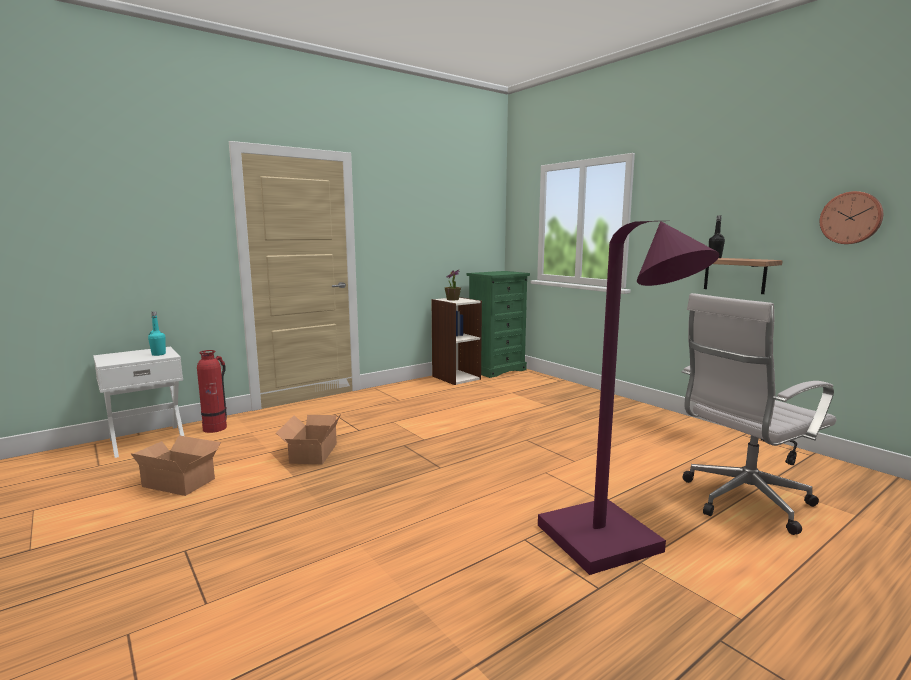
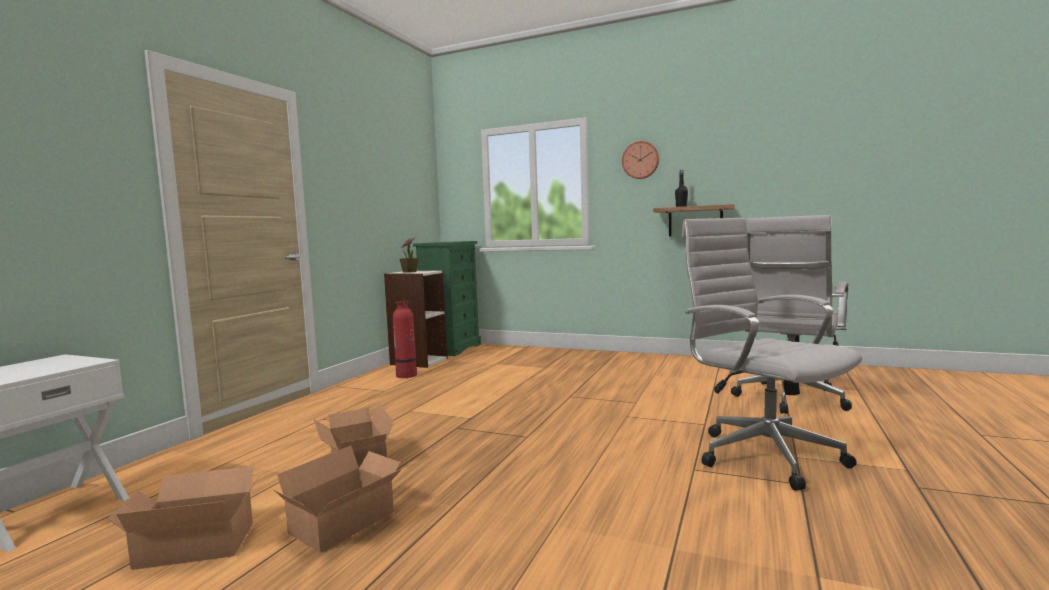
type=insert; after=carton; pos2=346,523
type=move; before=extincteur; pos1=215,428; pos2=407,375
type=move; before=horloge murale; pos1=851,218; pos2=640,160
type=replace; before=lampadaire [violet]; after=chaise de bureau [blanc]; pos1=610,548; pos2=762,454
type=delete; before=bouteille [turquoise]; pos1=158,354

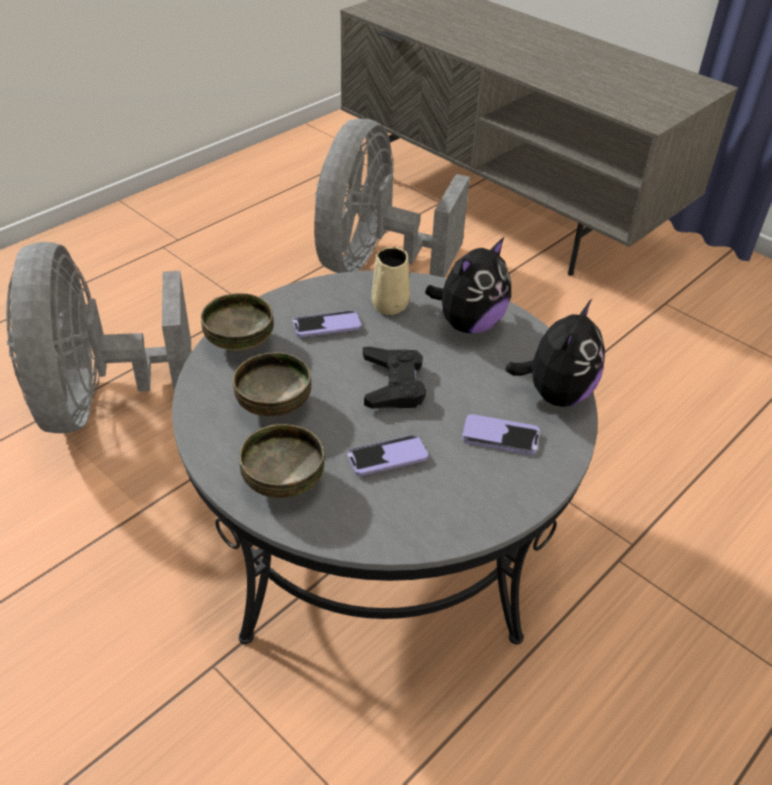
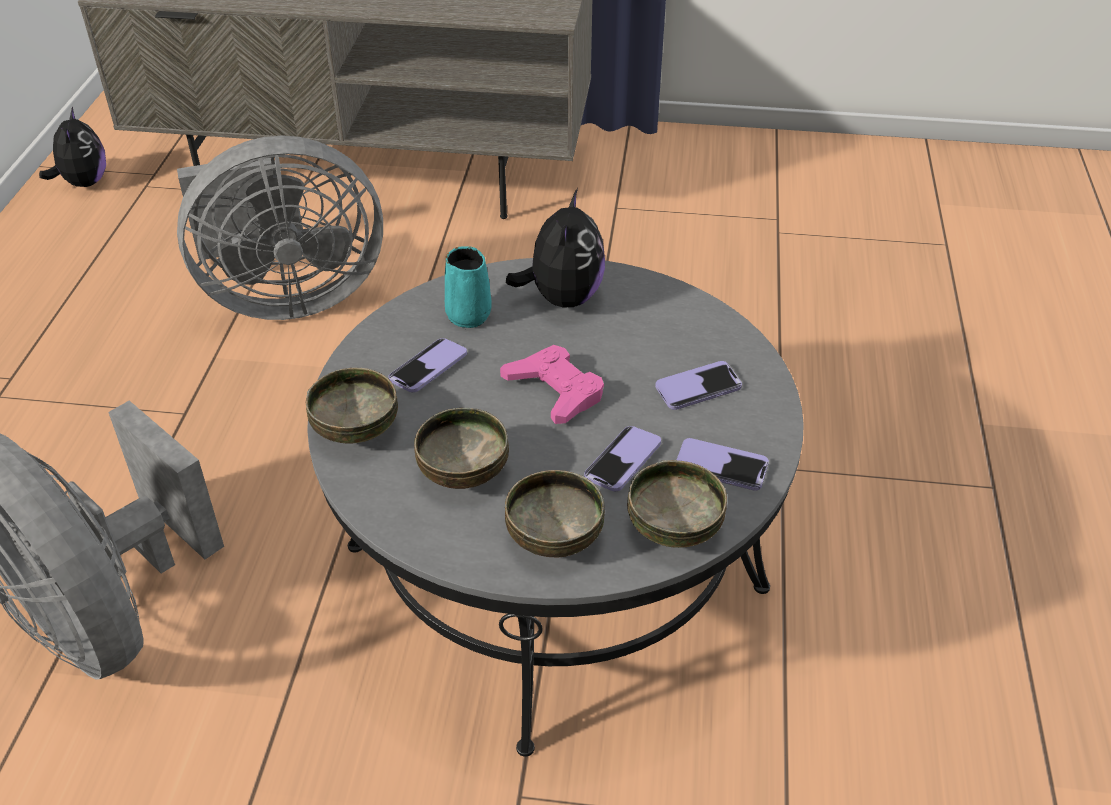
type=move; before=peluche; pos1=555,394; pos2=84,183
type=rotate; before=ventilateur [gris]; pos1=374,263; pos2=287,297; turn=-90
type=recolor; before=mug [beige]; after=mug [turquoise]; pos1=391,304; pos2=468,314
type=recolor; before=manette [noir]; after=manette [rose]; pos1=393,384; pos2=555,390
type=insert; after=bol; pos2=673,526
type=insert; after=téléphone; pos2=721,466

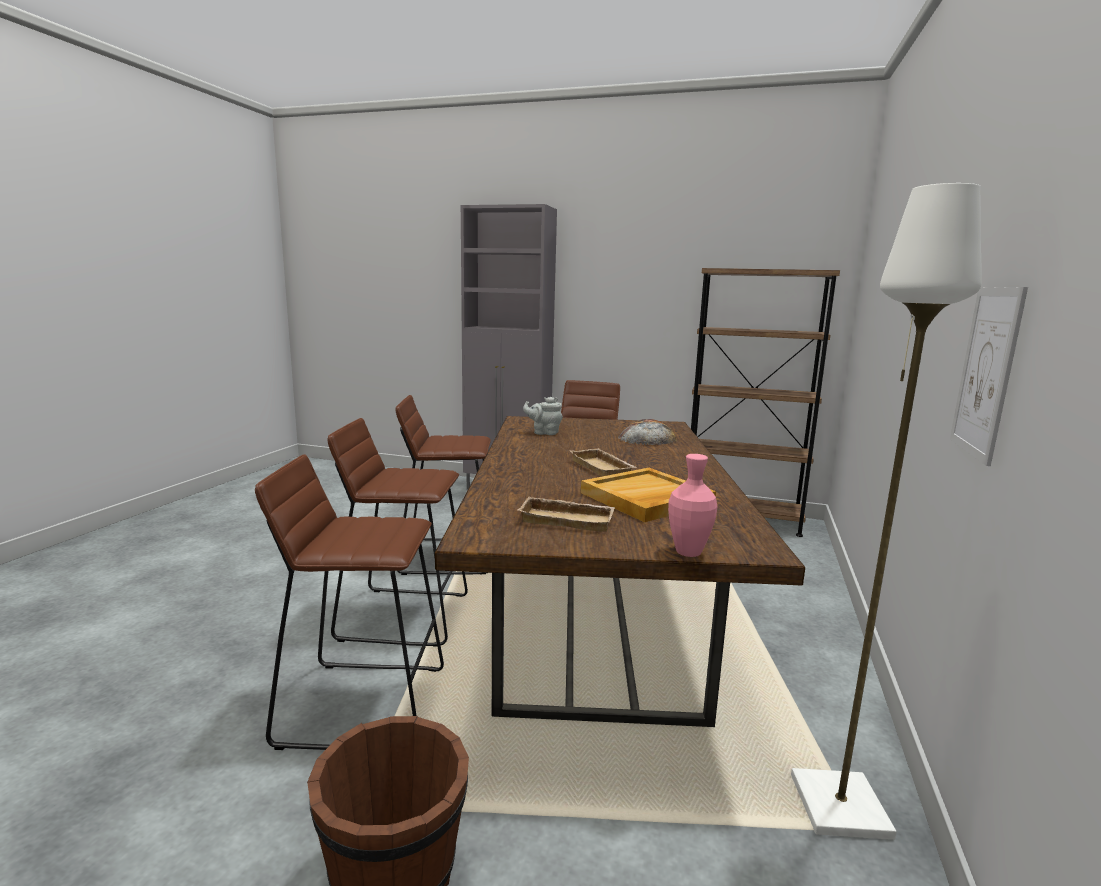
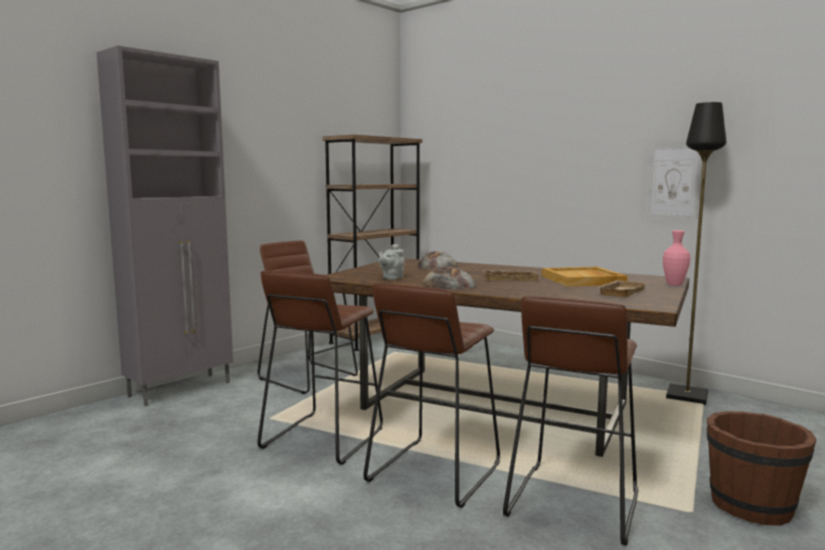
type=insert; after=pain; pos2=448,285
type=recolor; before=lampadaire [blanc]; after=lampadaire [noir]; pos1=839,807; pos2=688,396

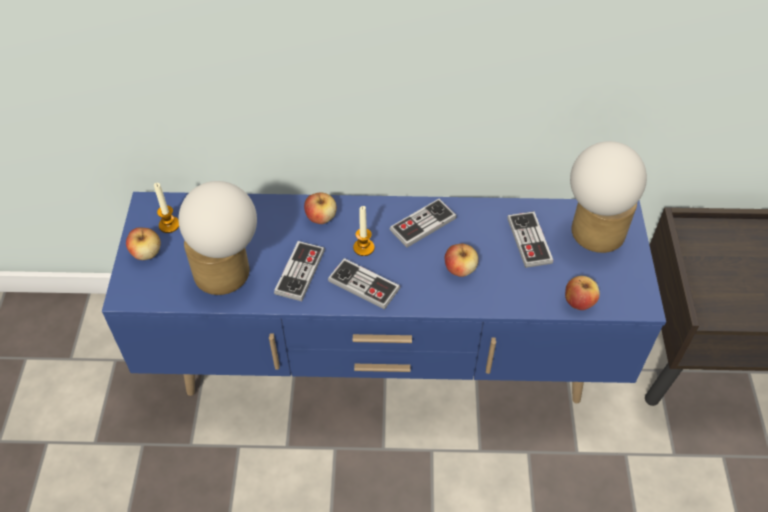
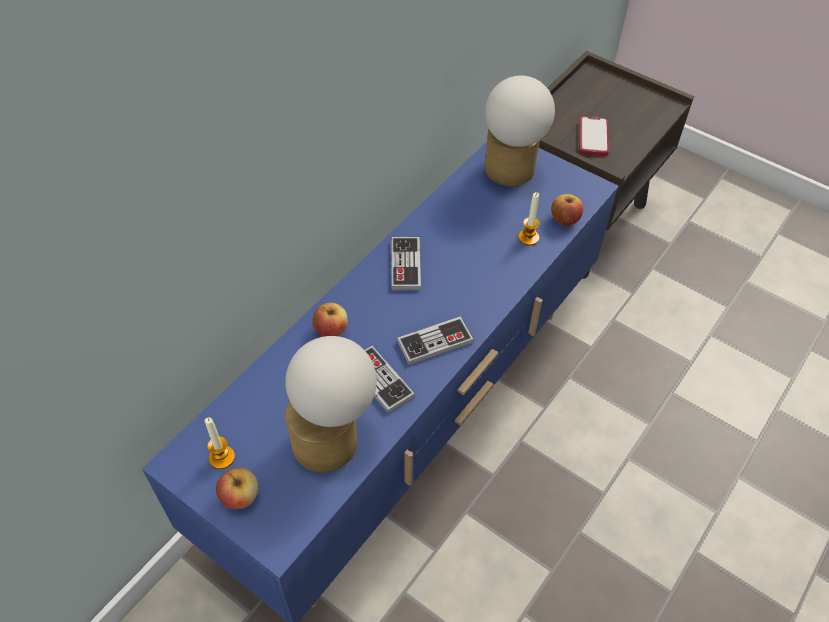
type=move; before=bougie; pos1=363,247; pos2=528,237
type=insert; after=téléphone; pos2=593,138
type=delete; before=pomme; pos1=460,269
type=delete; before=manette; pos1=529,241

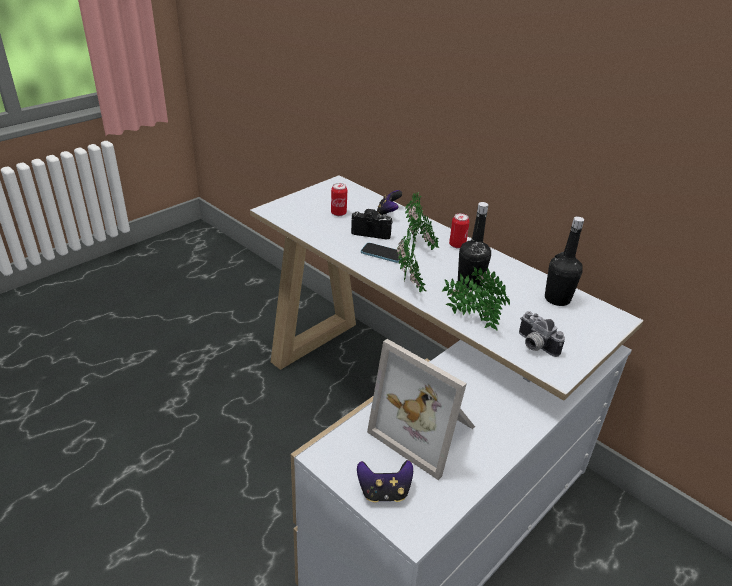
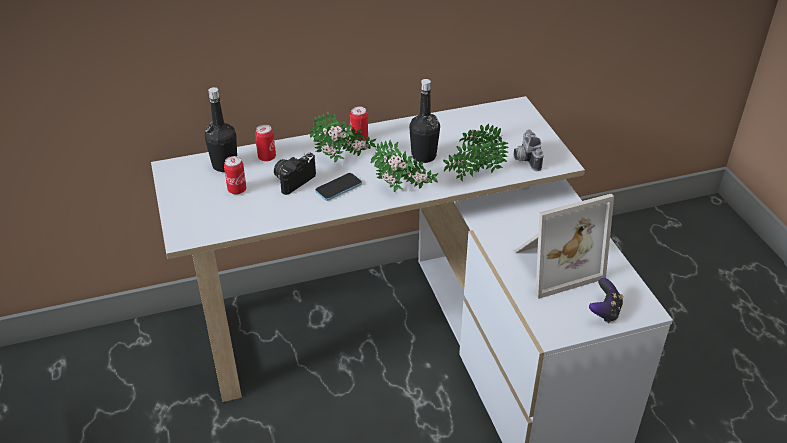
type=move; before=bouteille [noir]; pos1=557,299; pos2=225,165
type=replace; before=manette; after=boîte métallique; pos1=388,213; pos2=267,157
type=rotate; before=appareil photo; pos1=534,345; pos2=525,159; turn=90

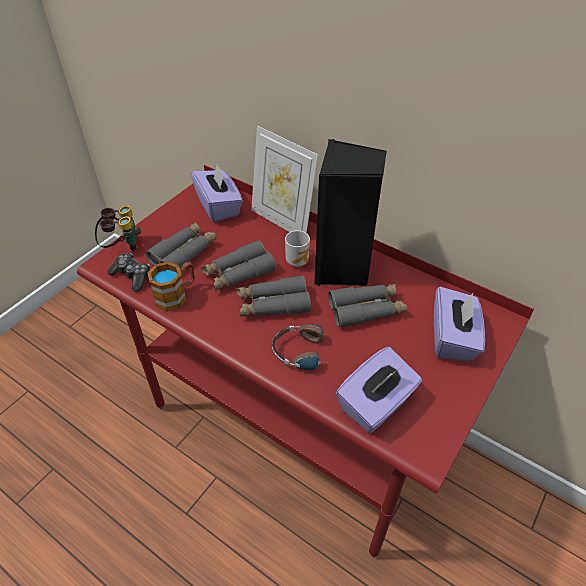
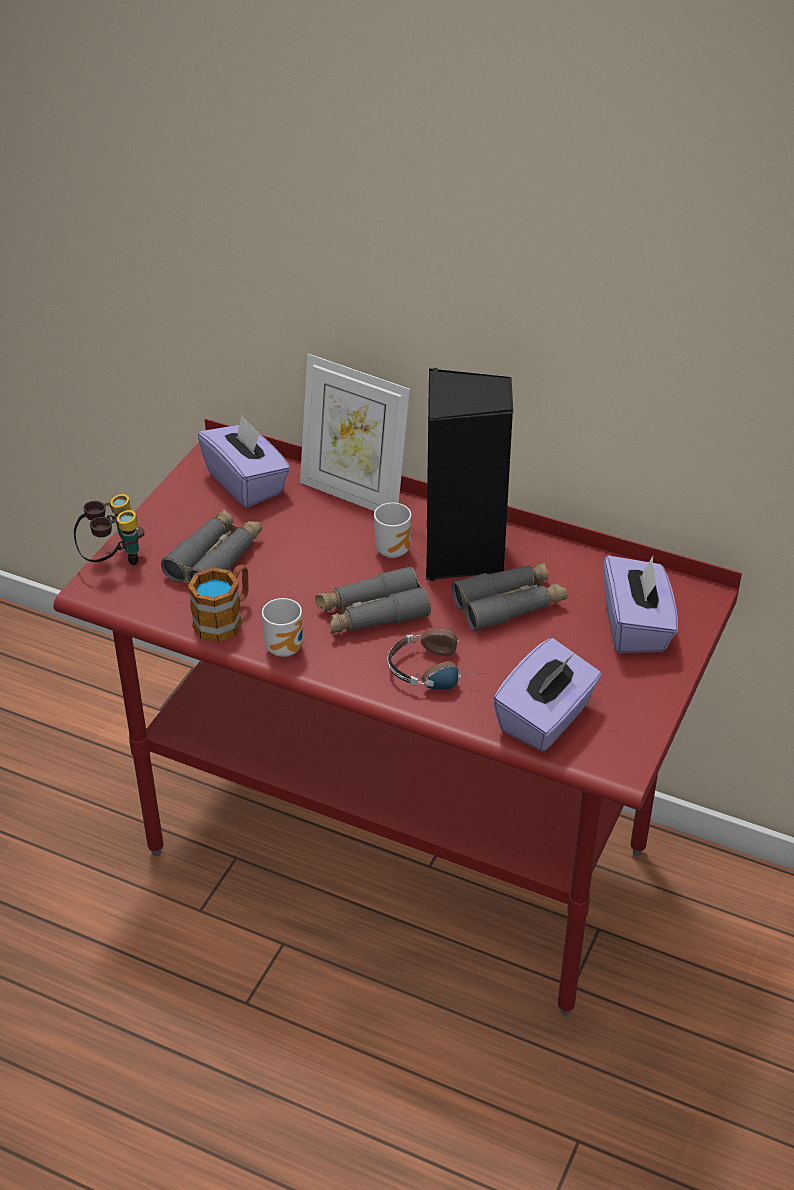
type=insert; after=mug; pos2=287,648
type=delete; before=manette; pos1=132,276
type=delete; before=jumelles [gris]; pos1=238,273

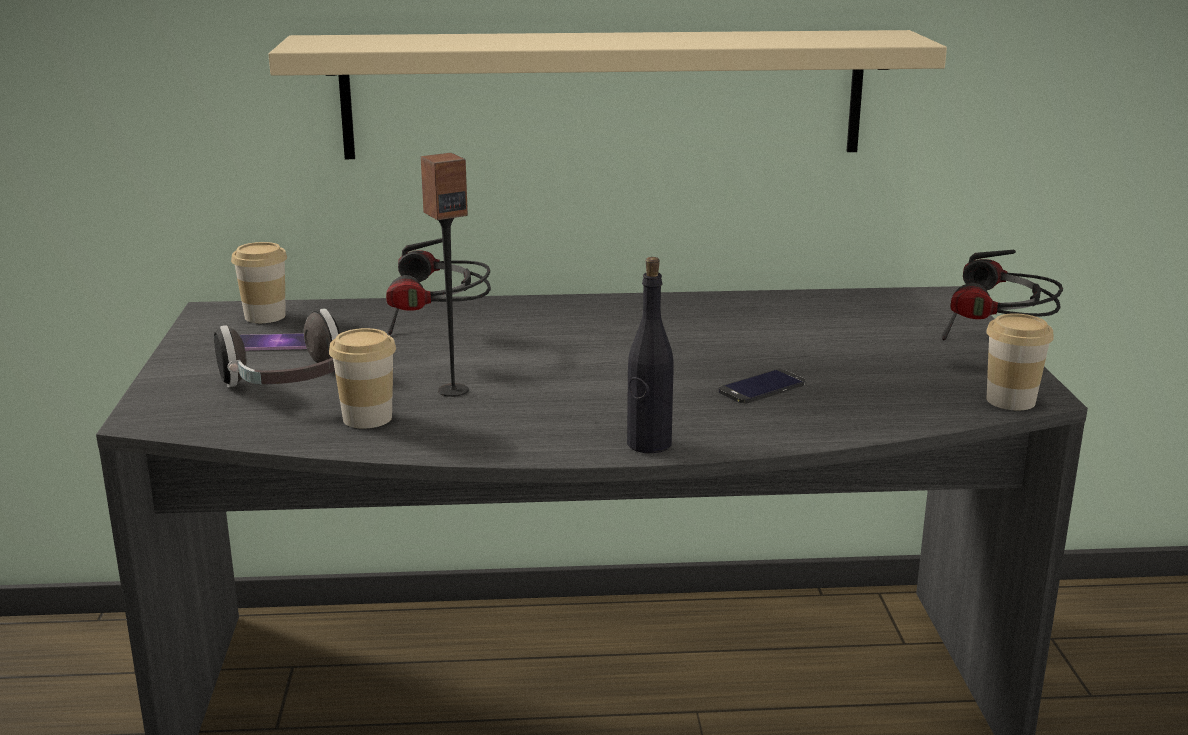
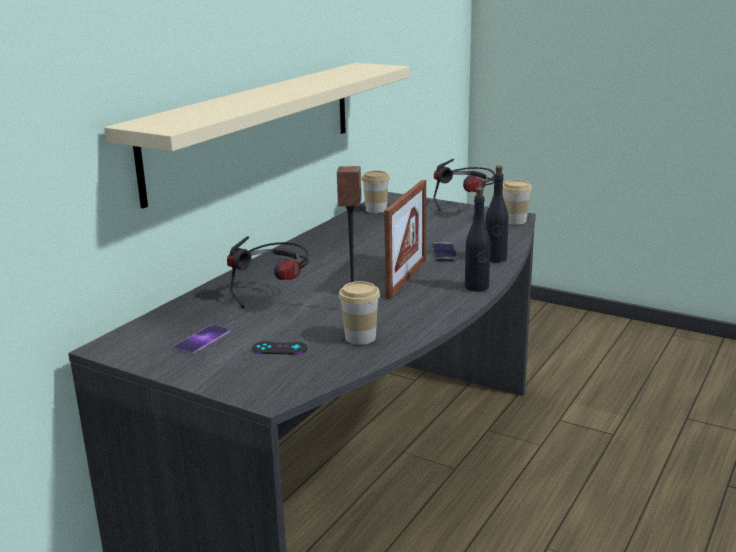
type=replace; before=casque audio; after=manette [noir]; pos1=288,385; pos2=279,348
type=move; before=tasse; pos1=265,316; pos2=376,209
type=insert; after=cadre photo; pos2=406,278
type=insert; after=bouteille [noir]; pos2=495,259

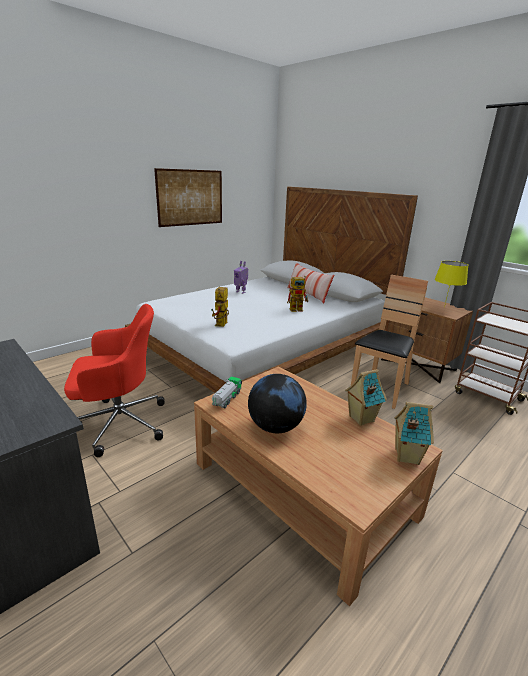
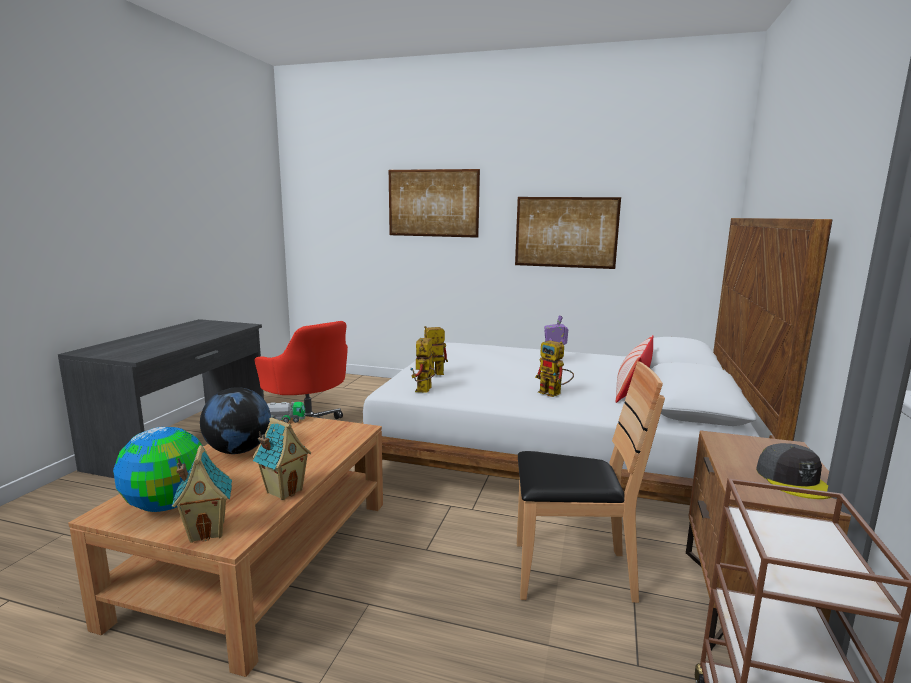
type=insert; after=globe; pos2=168,504
type=insert; after=tableau; pos2=433,203
type=insert; after=robot jouet; pos2=424,391
type=replace; before=lampe de table [jaune]; after=casquette [gris]; pos1=444,306; pos2=793,480

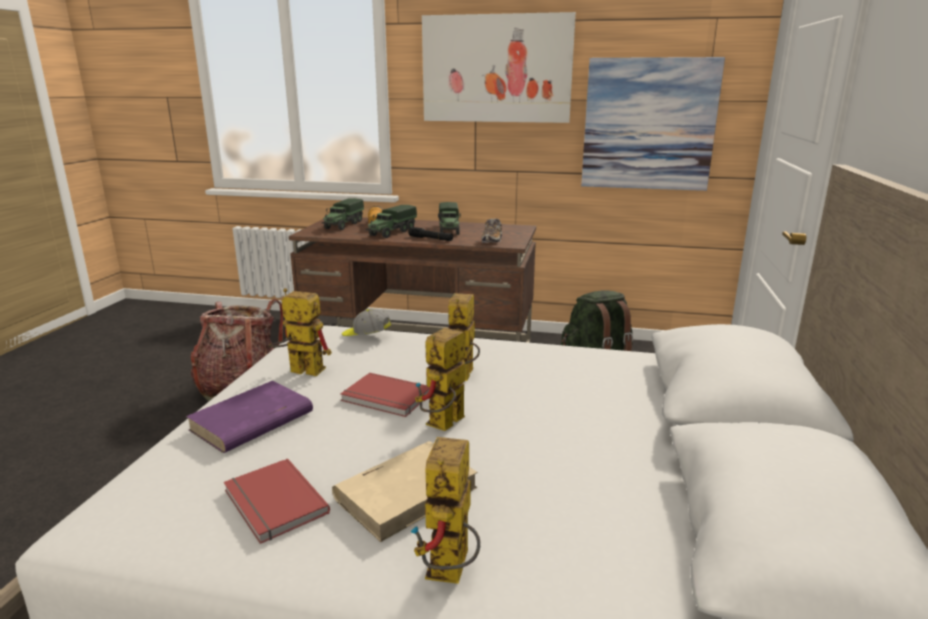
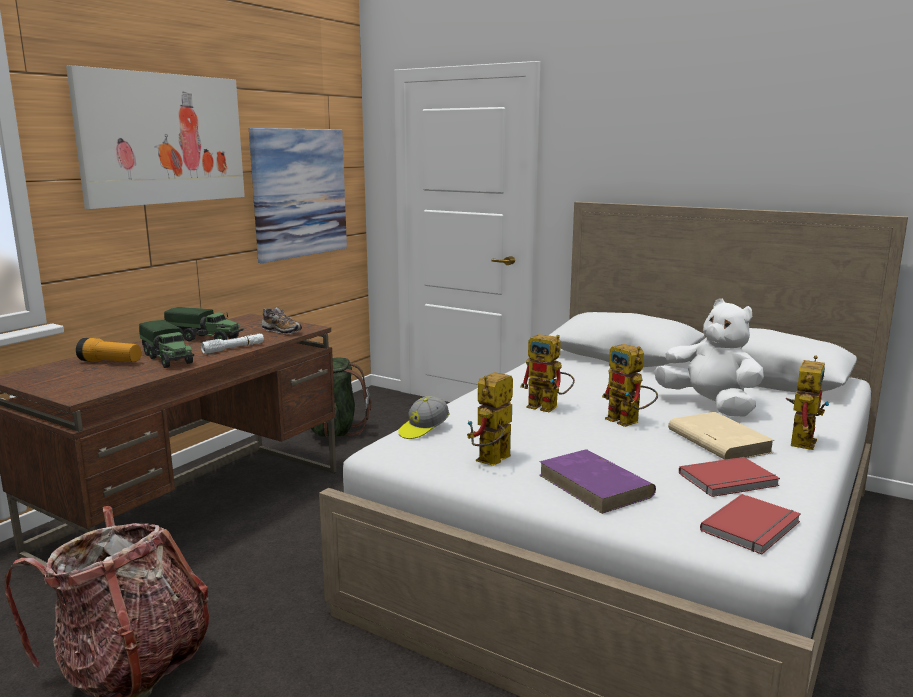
type=recolor; before=lampe de poche [noir]; after=lampe de poche [blanc]; pos1=431,239; pos2=233,348
type=insert; after=peluche [blanc]; pos2=709,405
type=move; before=livre [rouge]; pos1=385,398; pos2=753,527
type=rotate; before=robot jouet; pos1=450,574; pos2=800,439; turn=-90
type=delete; before=camion jouet; pos1=343,225

